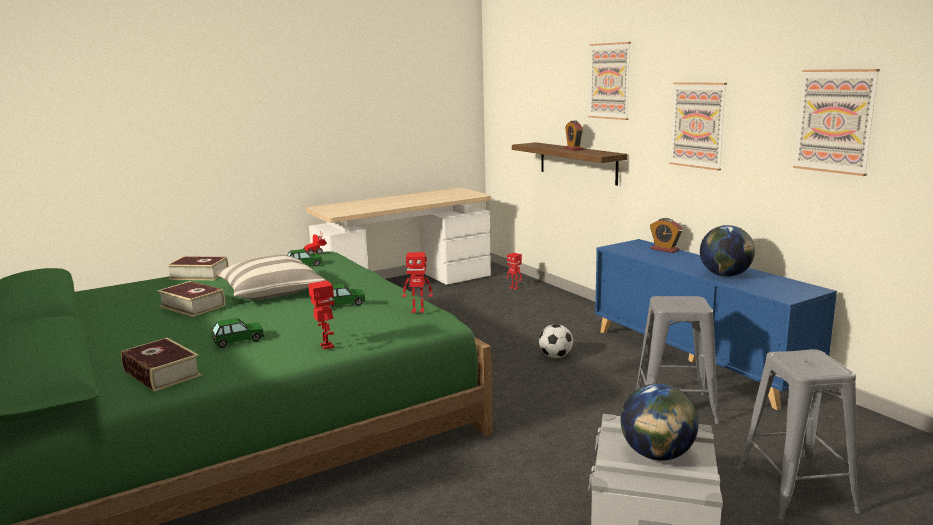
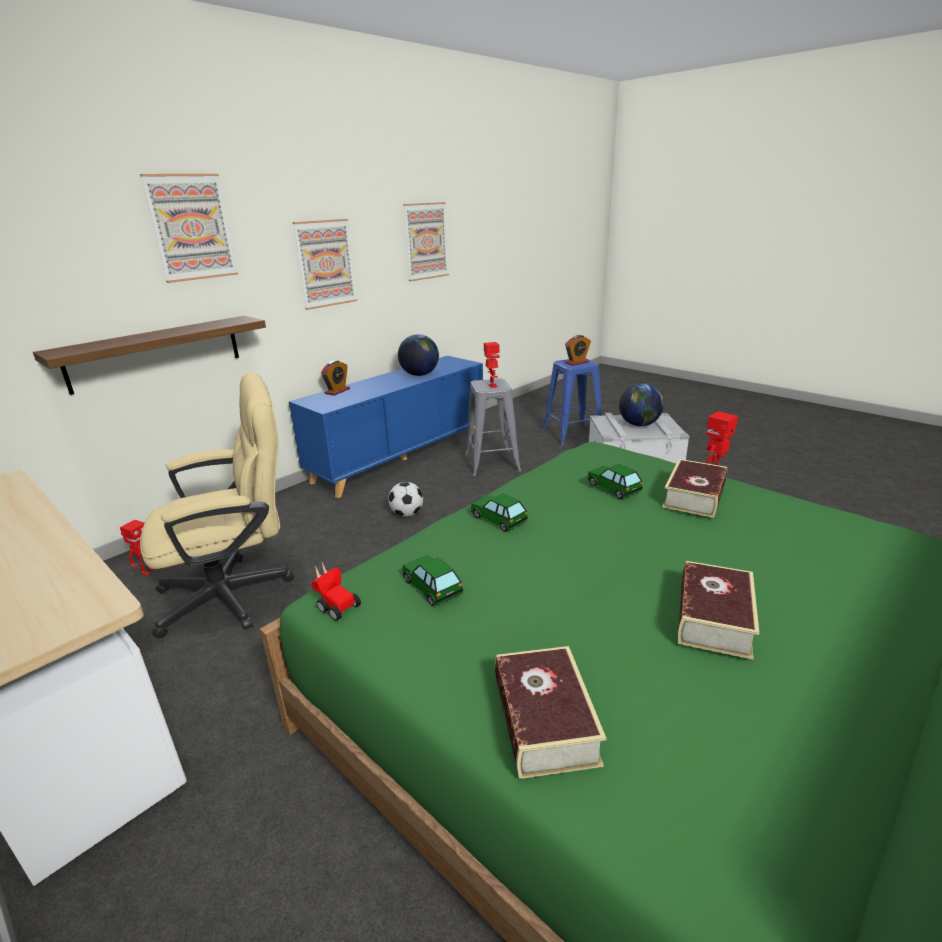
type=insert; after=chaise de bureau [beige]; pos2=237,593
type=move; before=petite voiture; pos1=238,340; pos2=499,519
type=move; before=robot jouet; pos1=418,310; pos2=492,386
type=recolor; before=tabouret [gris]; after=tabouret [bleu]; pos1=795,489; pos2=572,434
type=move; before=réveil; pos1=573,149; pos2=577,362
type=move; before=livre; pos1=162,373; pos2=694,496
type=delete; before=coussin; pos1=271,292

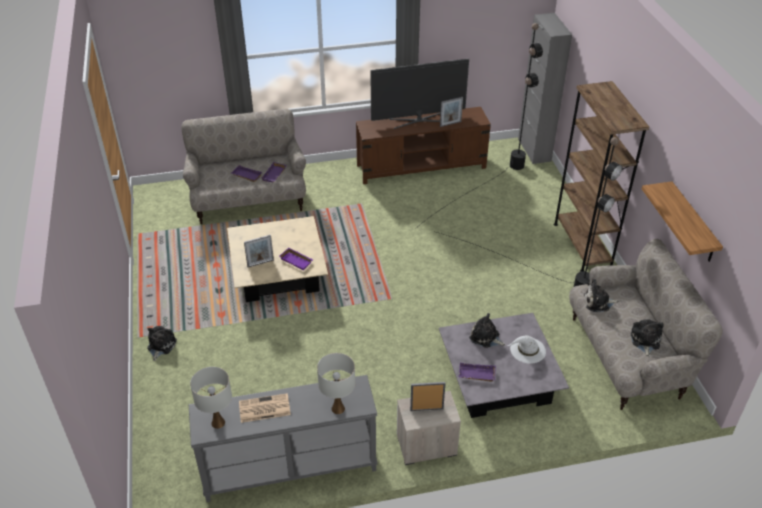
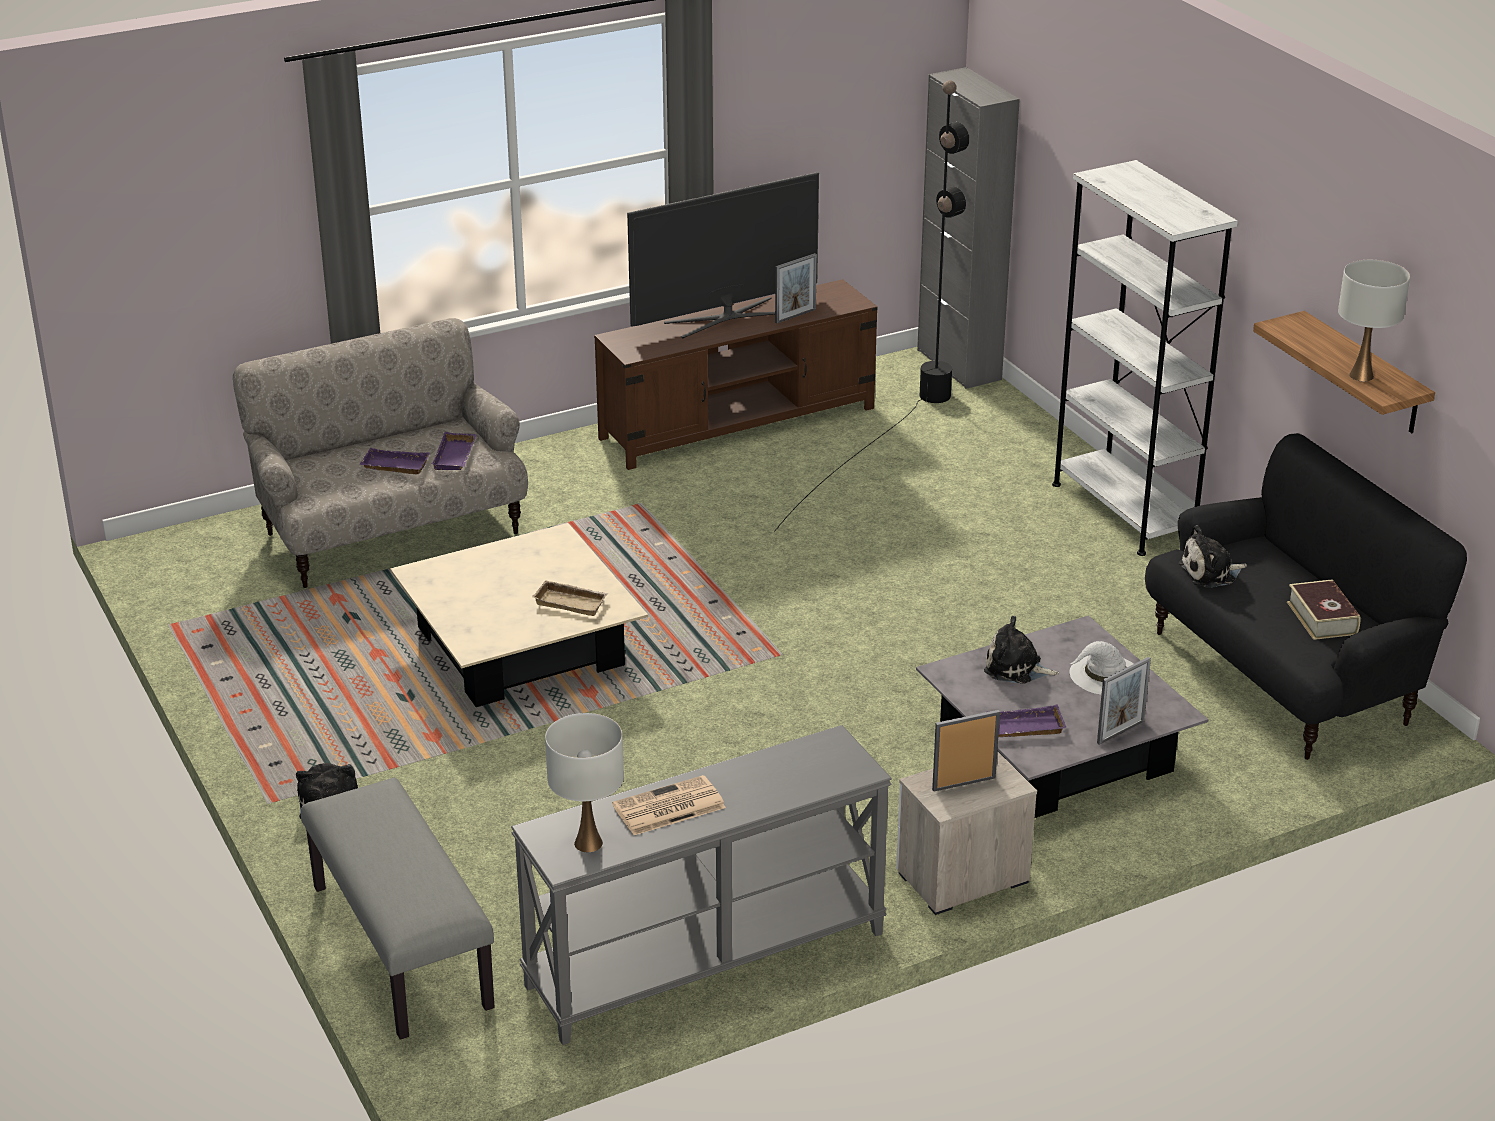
type=insert; after=banc [gris]; pos2=399,946
type=recolor; before=plateau [violet]; after=plateau [beige]; pos1=297,260; pos2=572,602
type=recolor; before=bibliothèque [marron]; after=bibliothèque [blanc]; pos1=582,245; pos2=1123,511
type=move; before=cadre photo; pos1=260,263; pos2=1120,732
type=recolor; before=canapé [beige]; after=canapé [noir]; pos1=627,357; pos2=1284,676
type=replace; before=peluche; after=livre; pos1=645,341; pos2=1322,618
type=move; before=lampe de table [blanc]; pos1=338,409; pos2=1361,376
type=delete; before=lampadaire [noir]; pos1=538,271

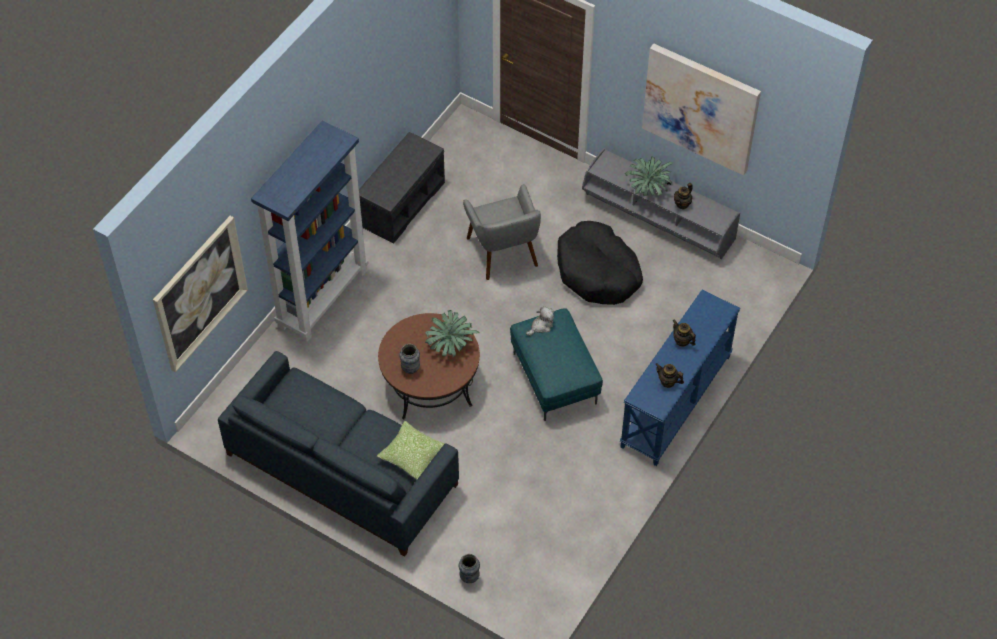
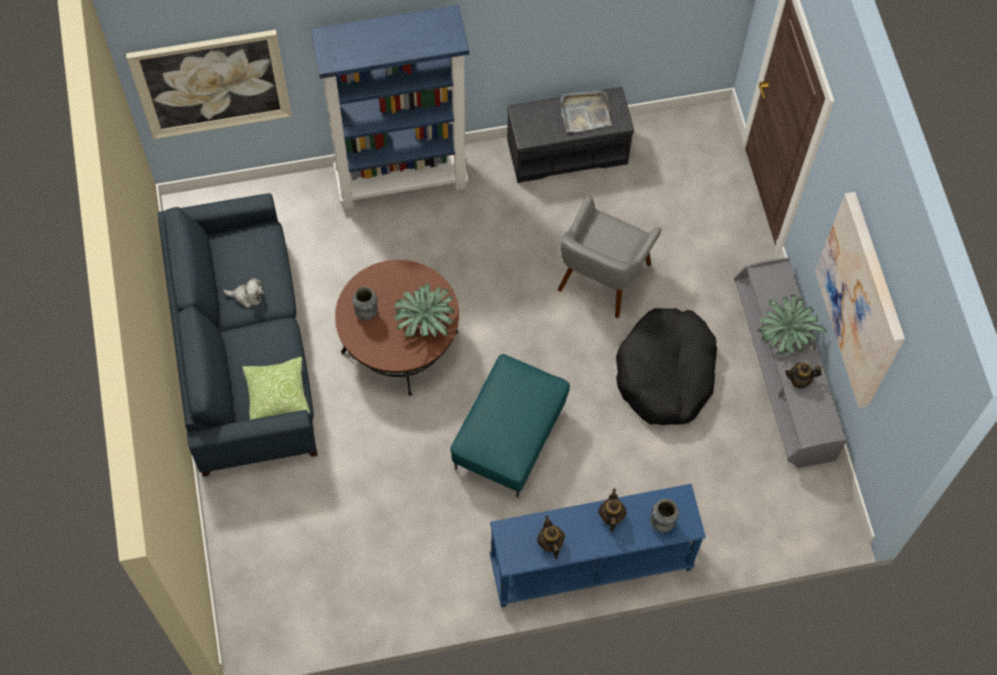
type=move; before=peluche; pos1=541,326; pos2=247,296
type=insert; after=plateau [gris]; pos2=585,113
type=move; before=vase; pos1=469,577; pos2=662,523

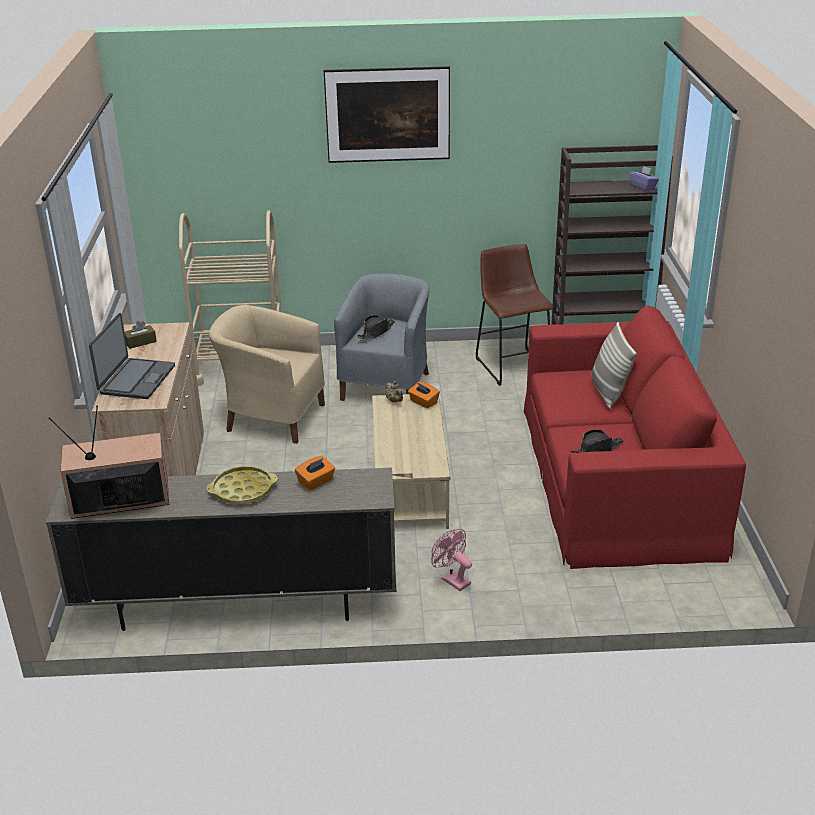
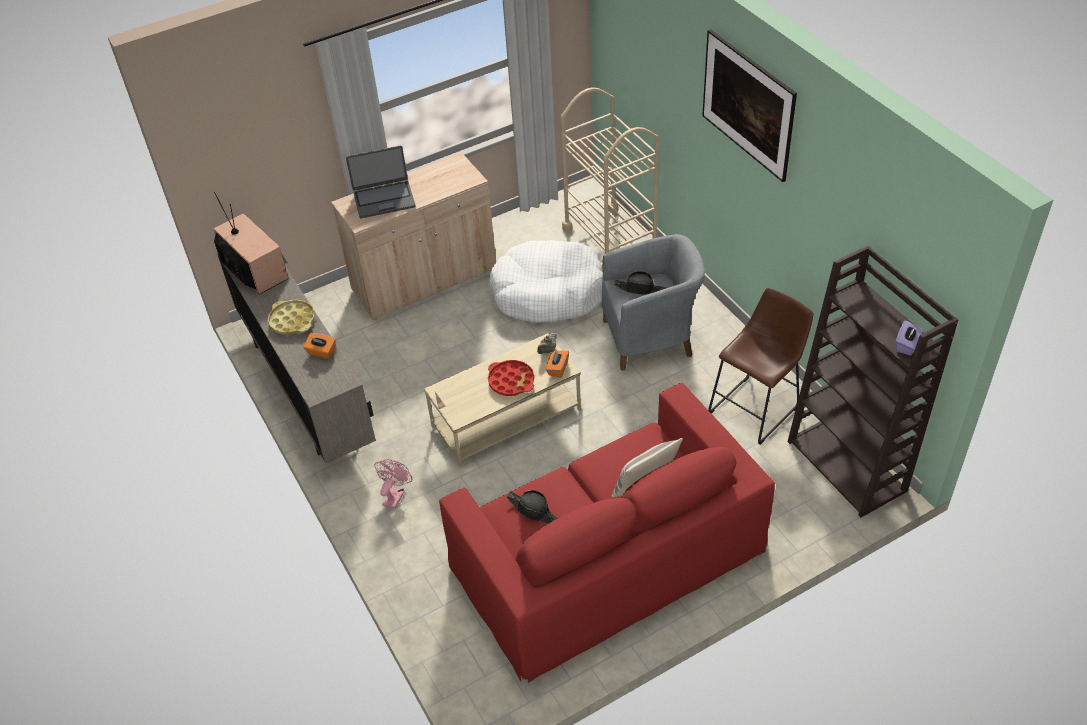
type=insert; after=plateau [rouge]; pos2=511,381
type=replace; before=fauteuil [beige]; after=panier pour chien [blanc]; pos1=271,417; pos2=548,293
type=delete; before=boîte à mouchoirs [marron]; pos1=140,342

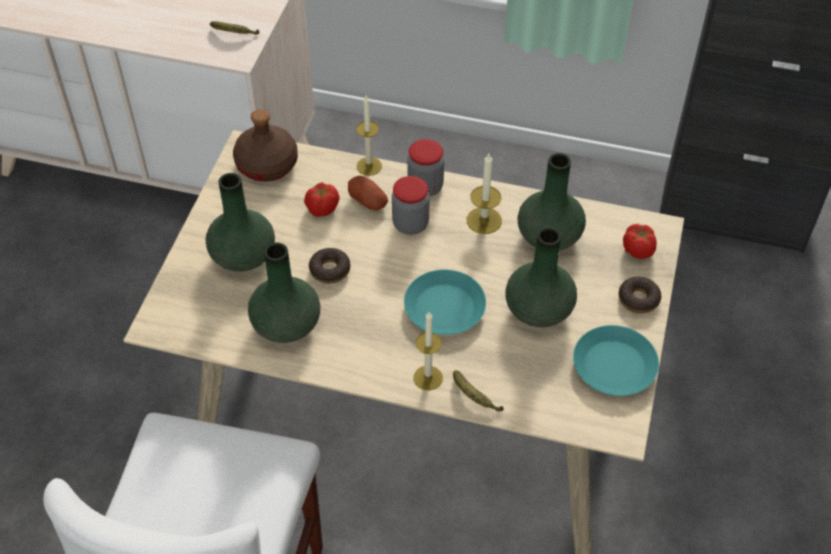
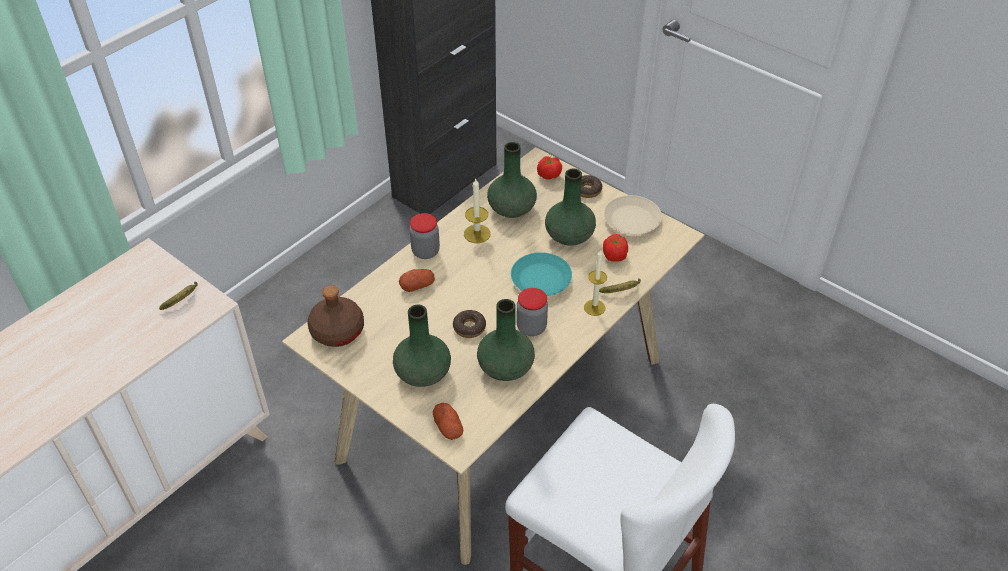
type=insert; after=pomme de terre; pos2=448,427
type=move; before=bocal; pos1=410,224; pos2=531,327
type=move; before=tomate; pos1=322,209; pos2=614,256
type=recolor; before=assiette [turquoise]; after=assiette [beige]; pos1=613,365; pos2=631,220
type=delete; before=bougie; pos1=369,166

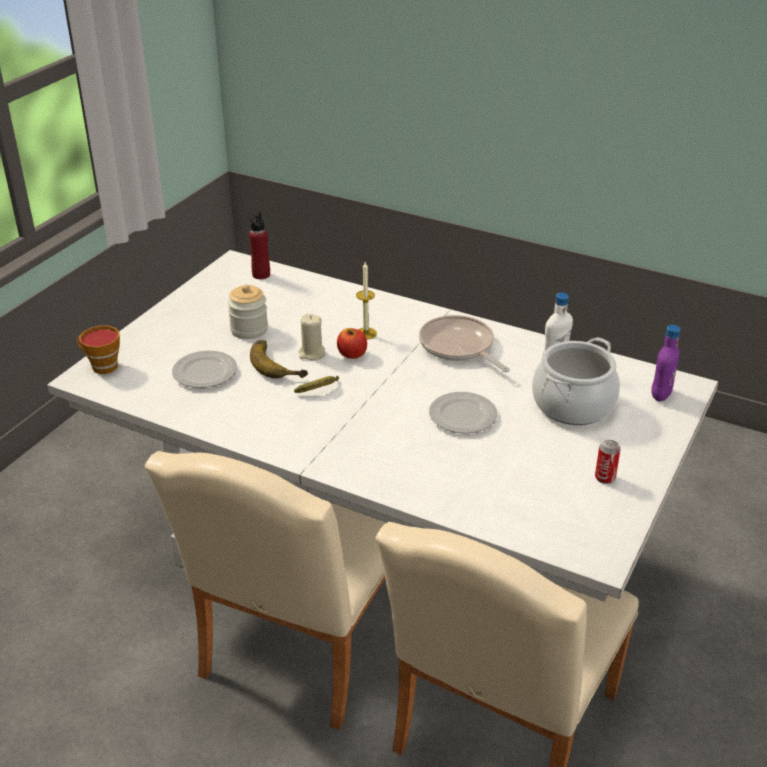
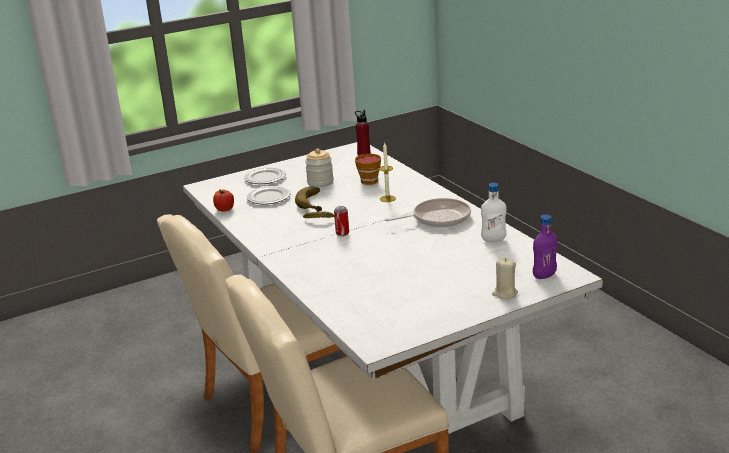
type=move; before=pomme; pos1=352,354; pos2=224,209
type=move; before=assiette; pos1=463,416; pos2=265,178
type=move; before=boîte métallique; pos1=605,478; pos2=342,233
type=move; before=tasse; pos1=101,366; pos2=367,181
type=rotate; before=poêle; pos1=459,347; pos2=438,218; turn=75
type=move; before=bougie [beige]; pos1=312,354; pos2=504,293
type=delete; before=marmite; pos1=572,404

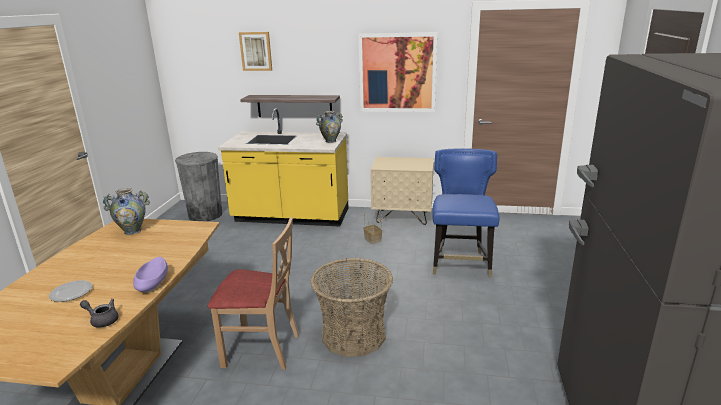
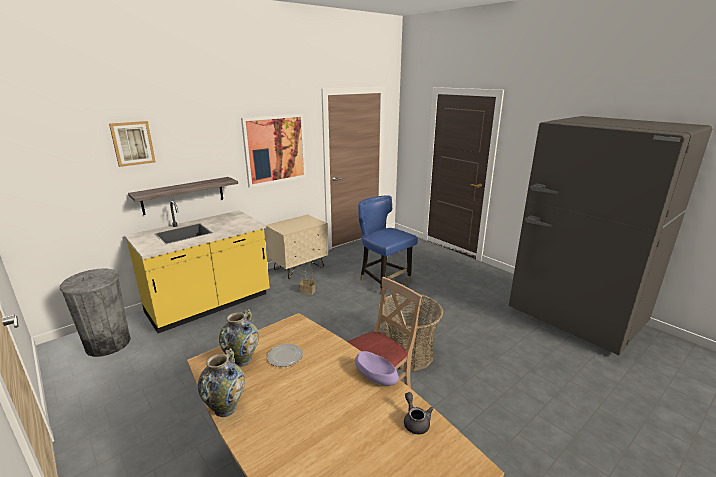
type=move; before=vase; pos1=330,141; pos2=225,408
type=move; before=assiette; pos1=71,293; pos2=285,357
type=rotate; before=théière [gris]; pos1=102,320; pos2=415,421; turn=105

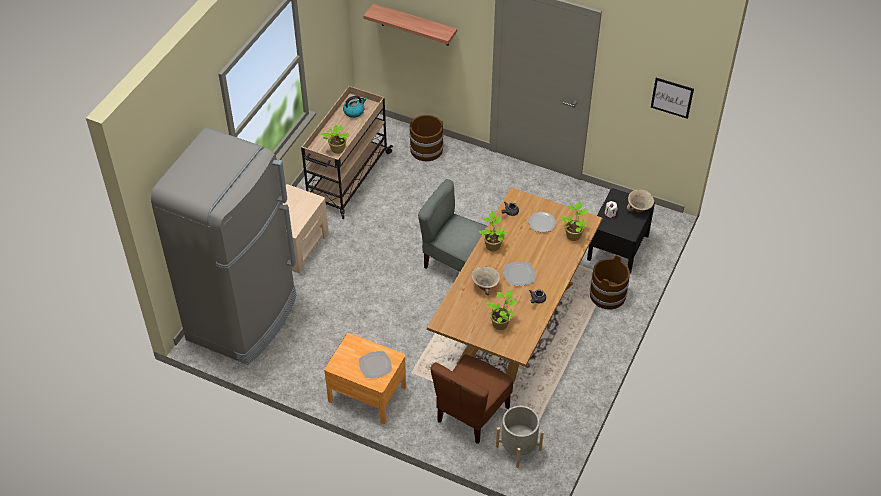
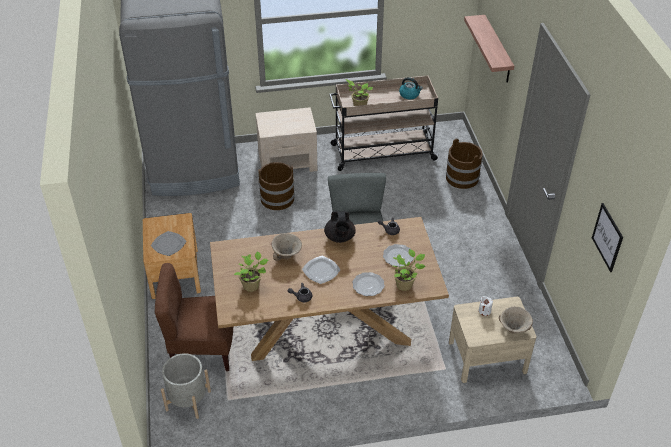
type=move; before=seau [marron]; pos1=607,295; pos2=277,198
type=replace; before=plante en pot; after=théière [noir]; pos1=492,245; pos2=340,237
type=insert; after=assiette; pos2=367,285
type=recolor; before=table de chevet [noir]; after=table de chevet [beige]; pos1=618,247; pos2=487,357

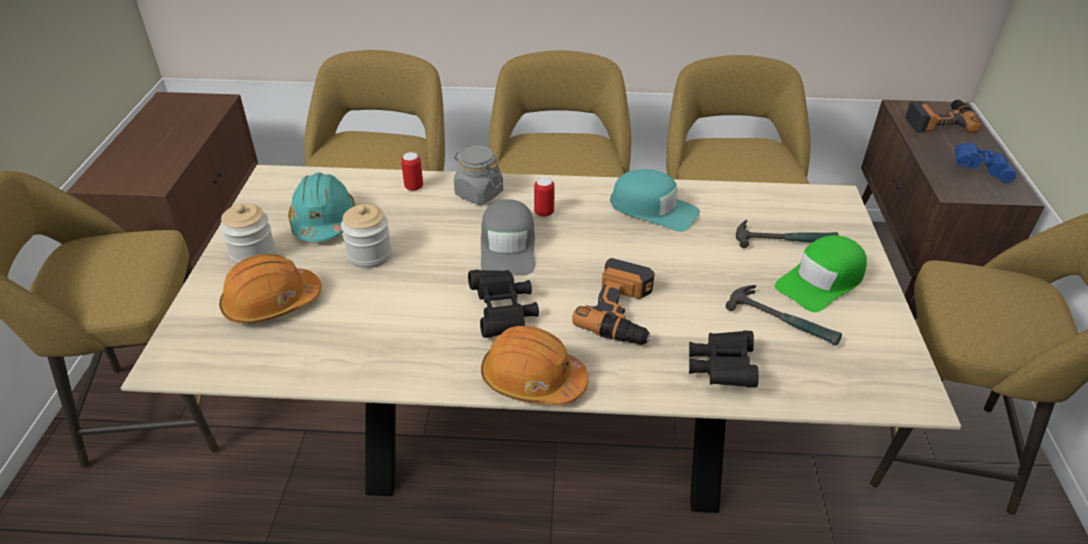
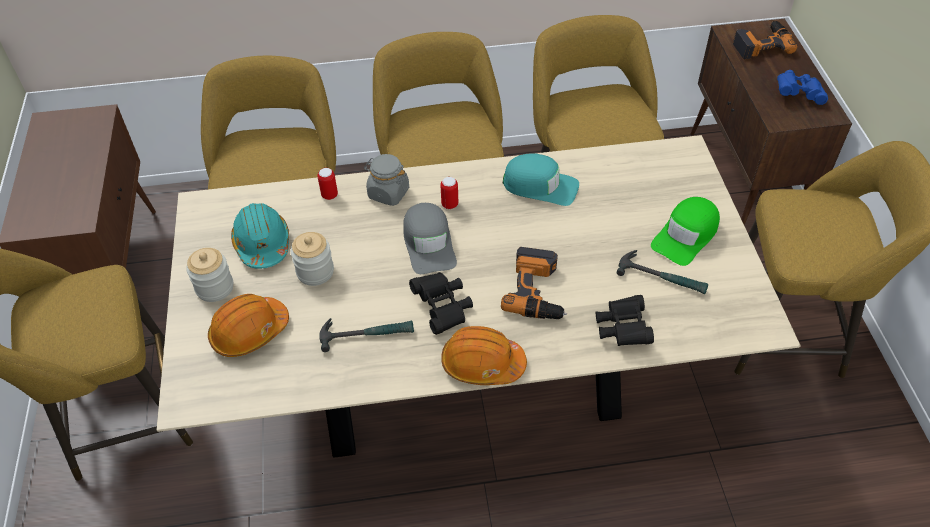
type=move; before=marteau; pos1=785,240; pos2=367,334

